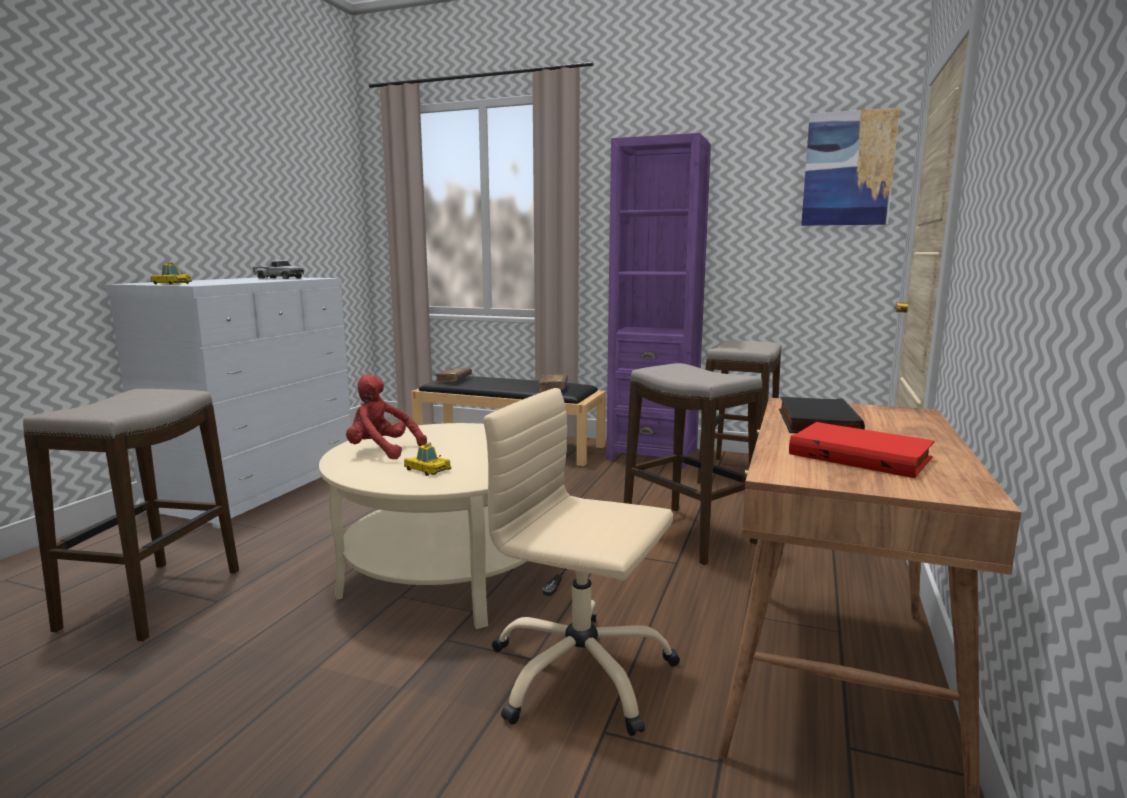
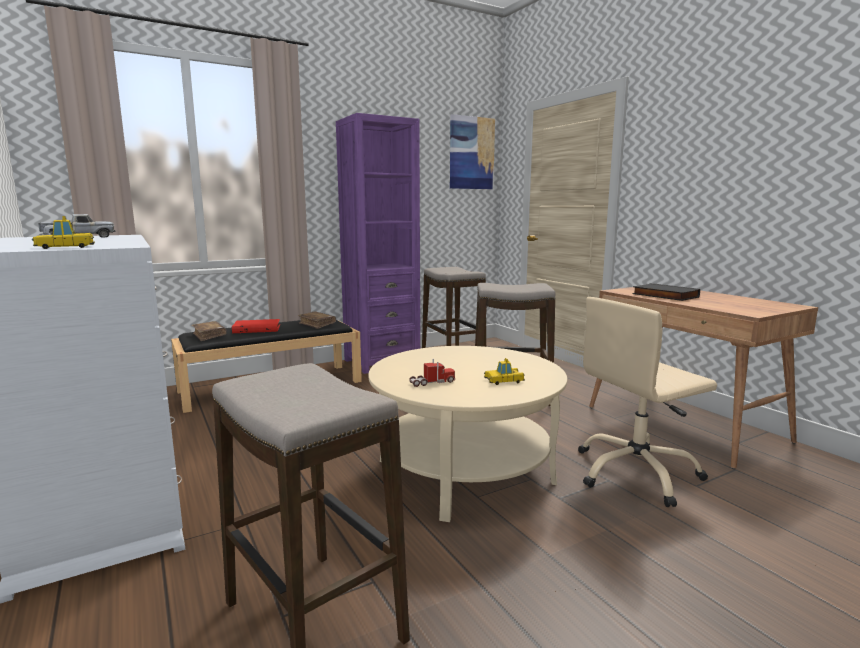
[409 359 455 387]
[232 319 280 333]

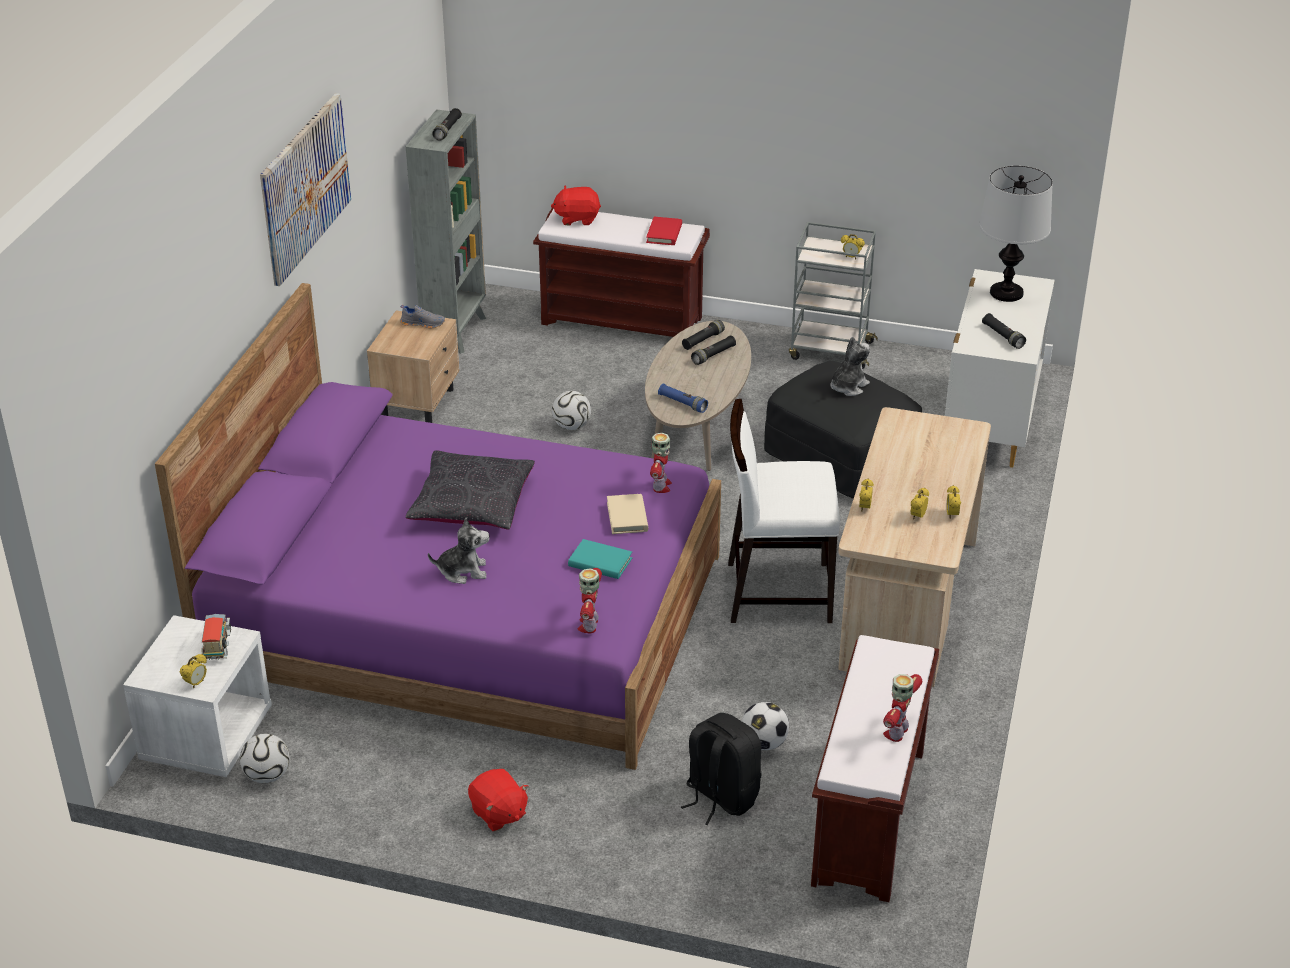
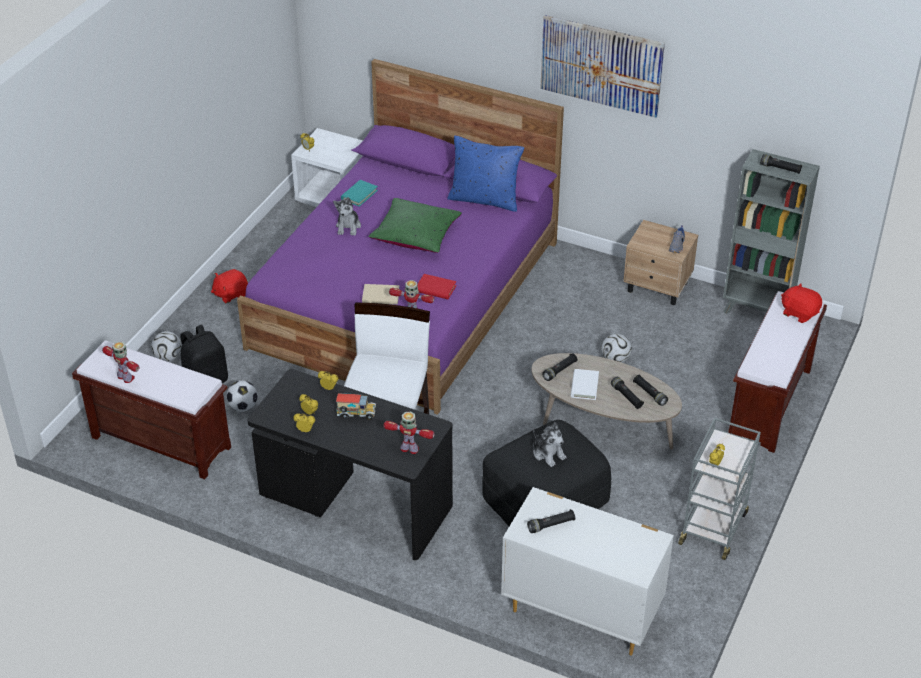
[336 393 376 420]
[151 331 182 361]
[368 198 462 253]
[781 283 822 323]
[341 180 378 207]
[384 412 435 454]
[417 274 457 299]
[542 353 577 381]
[248 369 453 560]
[979 166 1053 302] (first image)
[447 136 524 212]
[571 369 599 400]

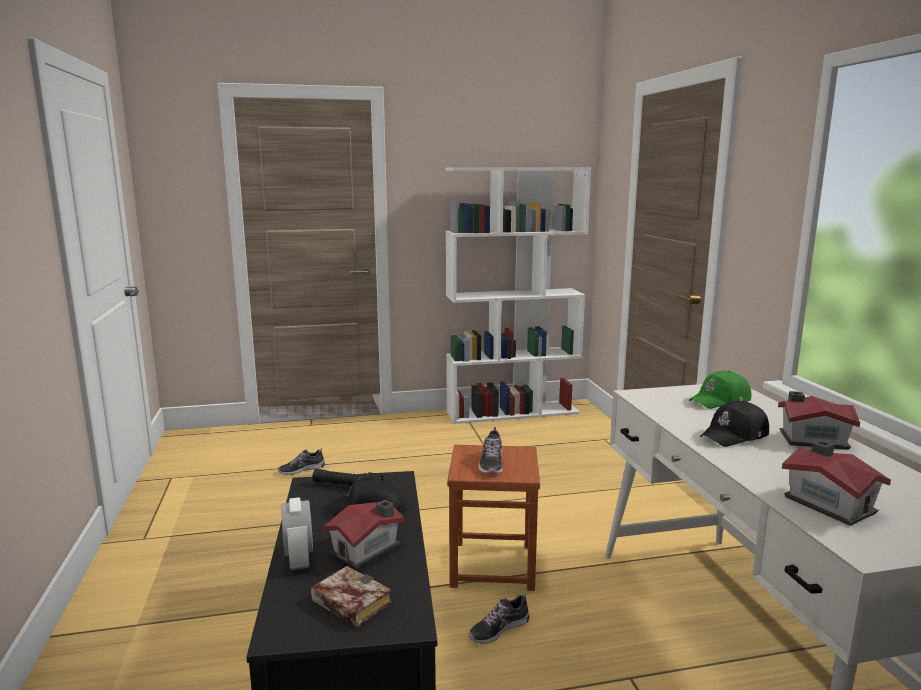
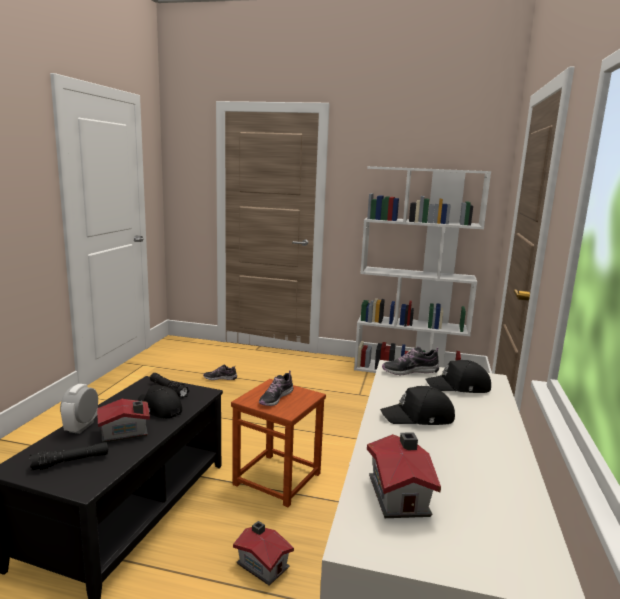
[29 442 108 471]
[382 347 439 375]
[425 360 491 393]
[233 521 294 585]

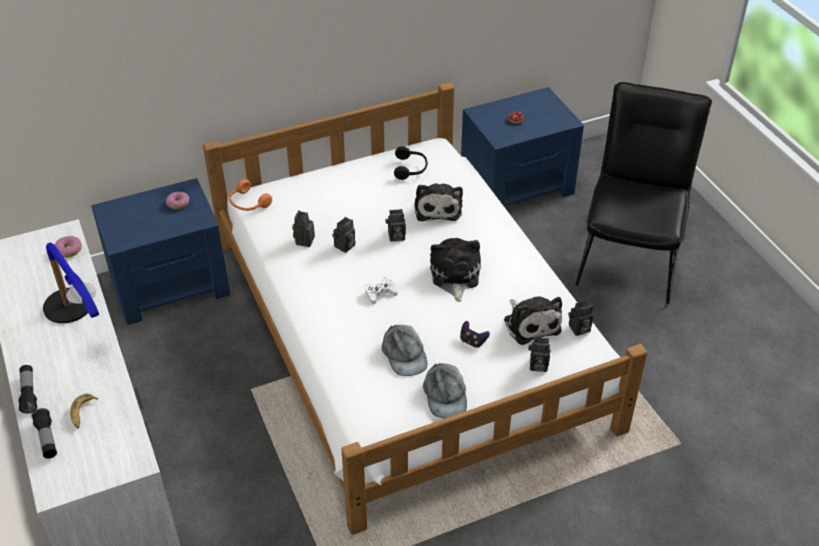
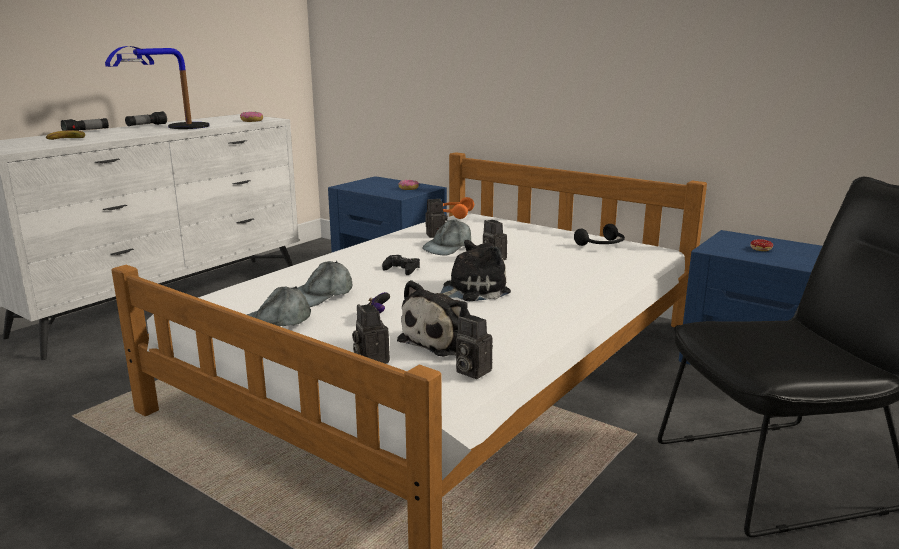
[125 111 167 126]
[422 220 471 256]
[382 255 420 275]
[414 183 463 221] (first image)

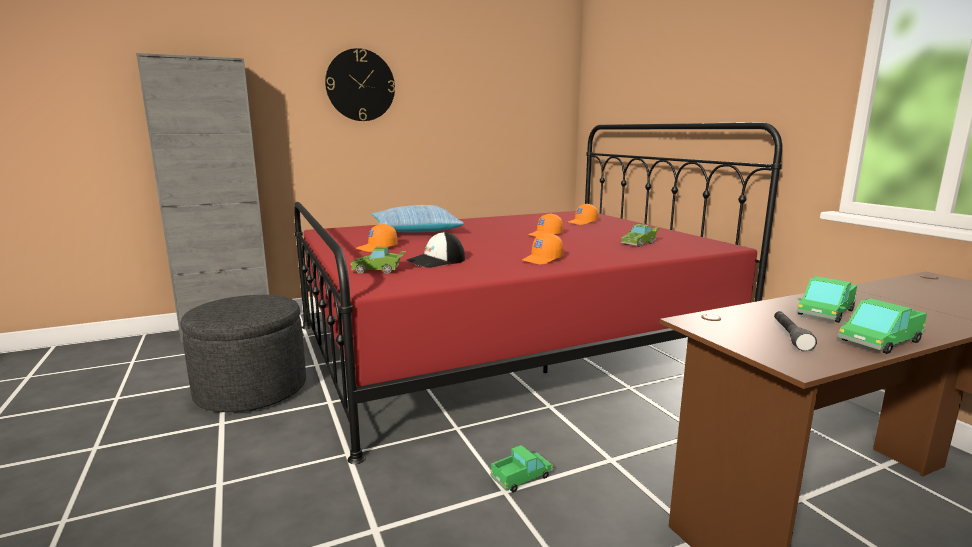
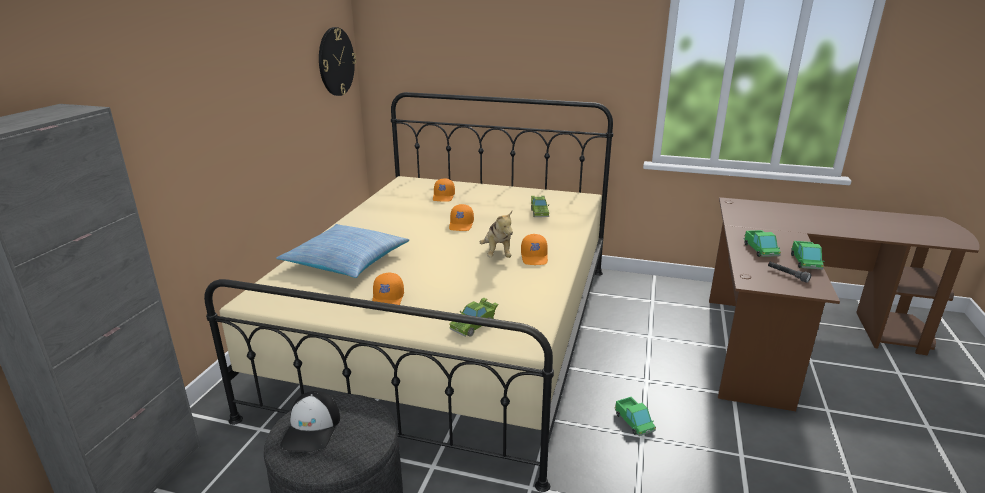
[204 92 613 492]
[319 27 356 96]
[280 391 340 452]
[615 397 656 436]
[480 211 513 258]

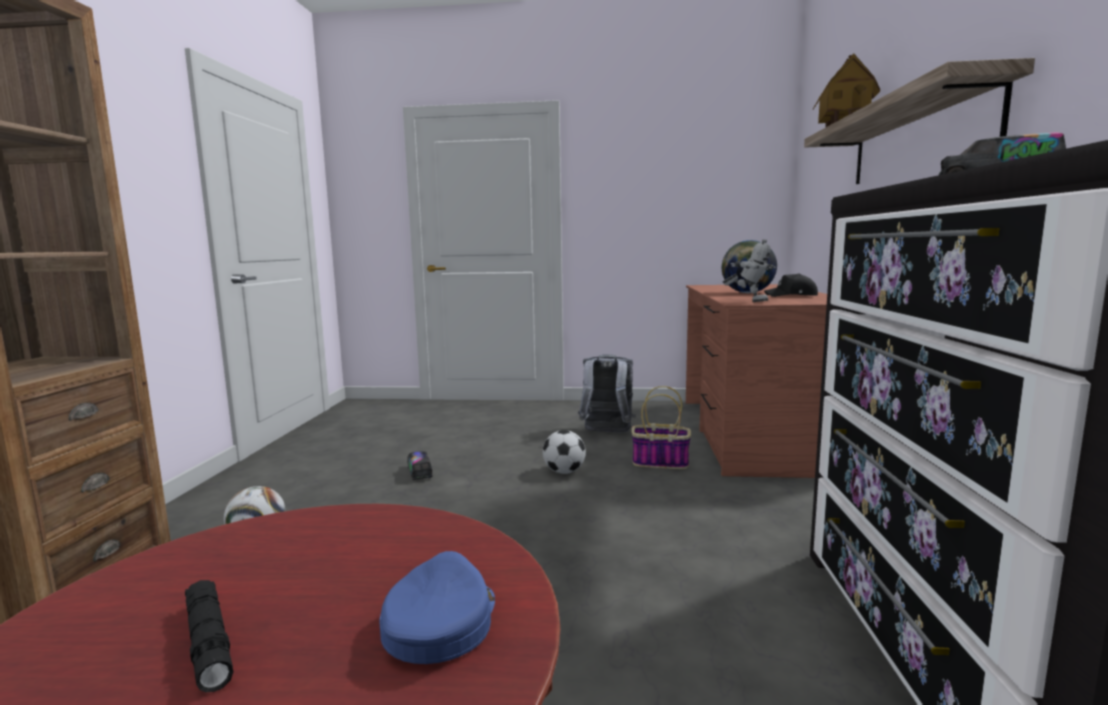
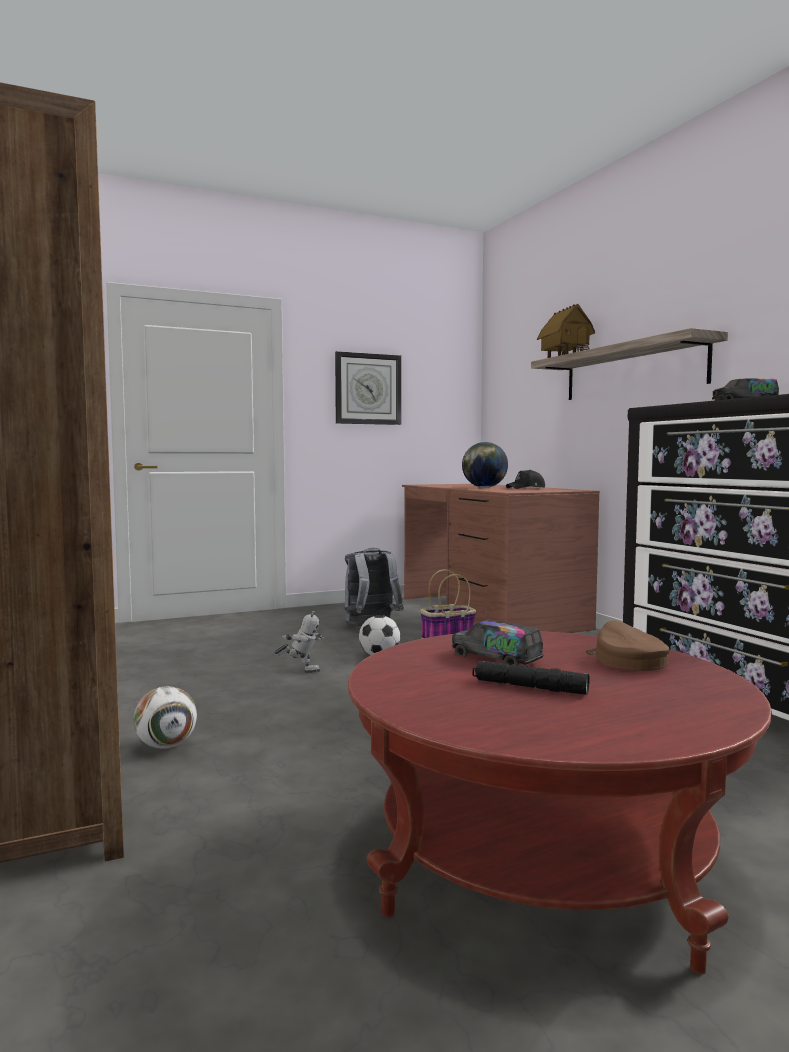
[586 620 670 671]
[452 620 544 665]
[274 611 325 673]
[335 351 401 425]

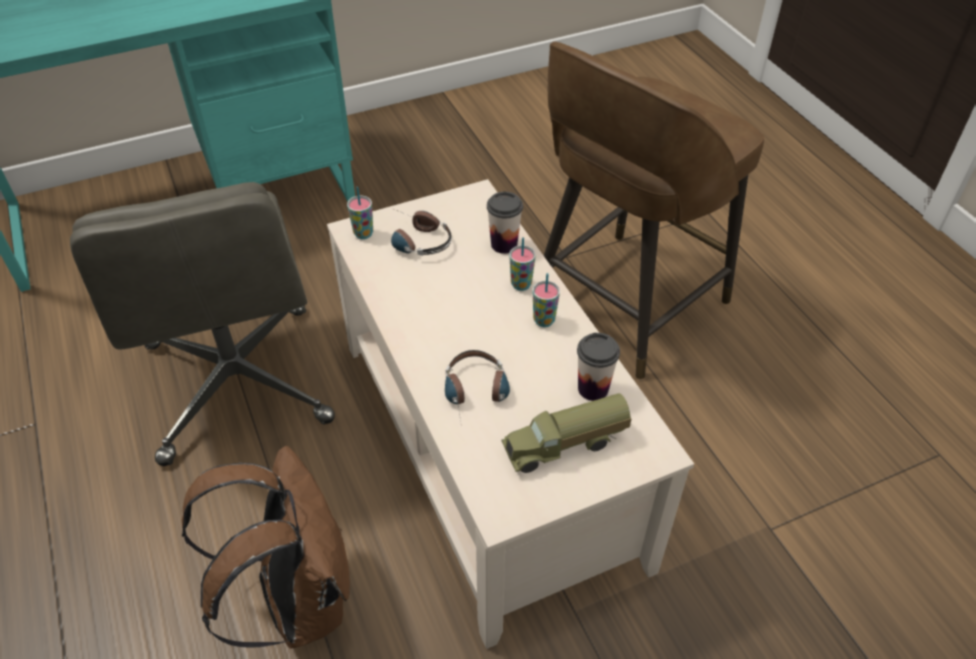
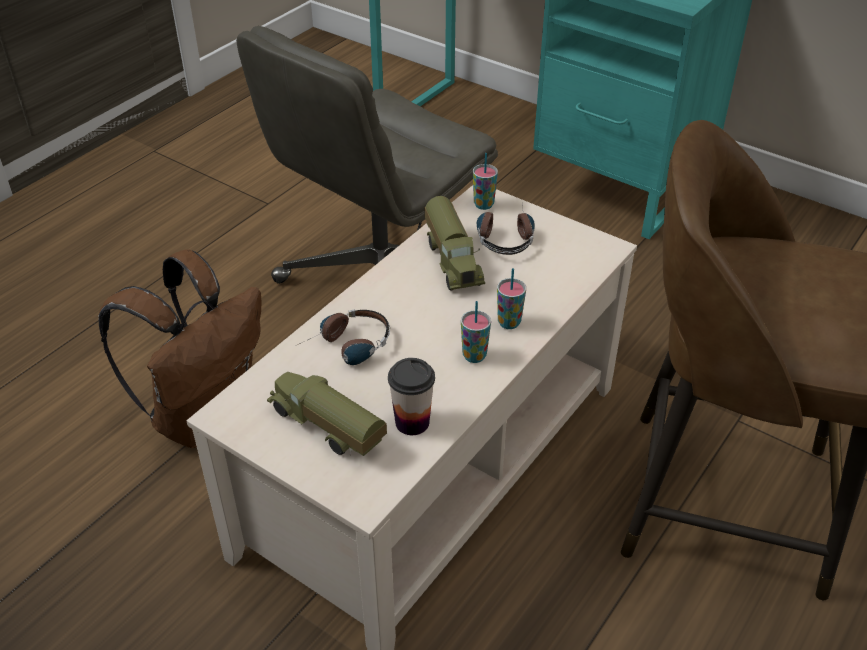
[487 192 523 254] (first image)
[425 196 485 291]

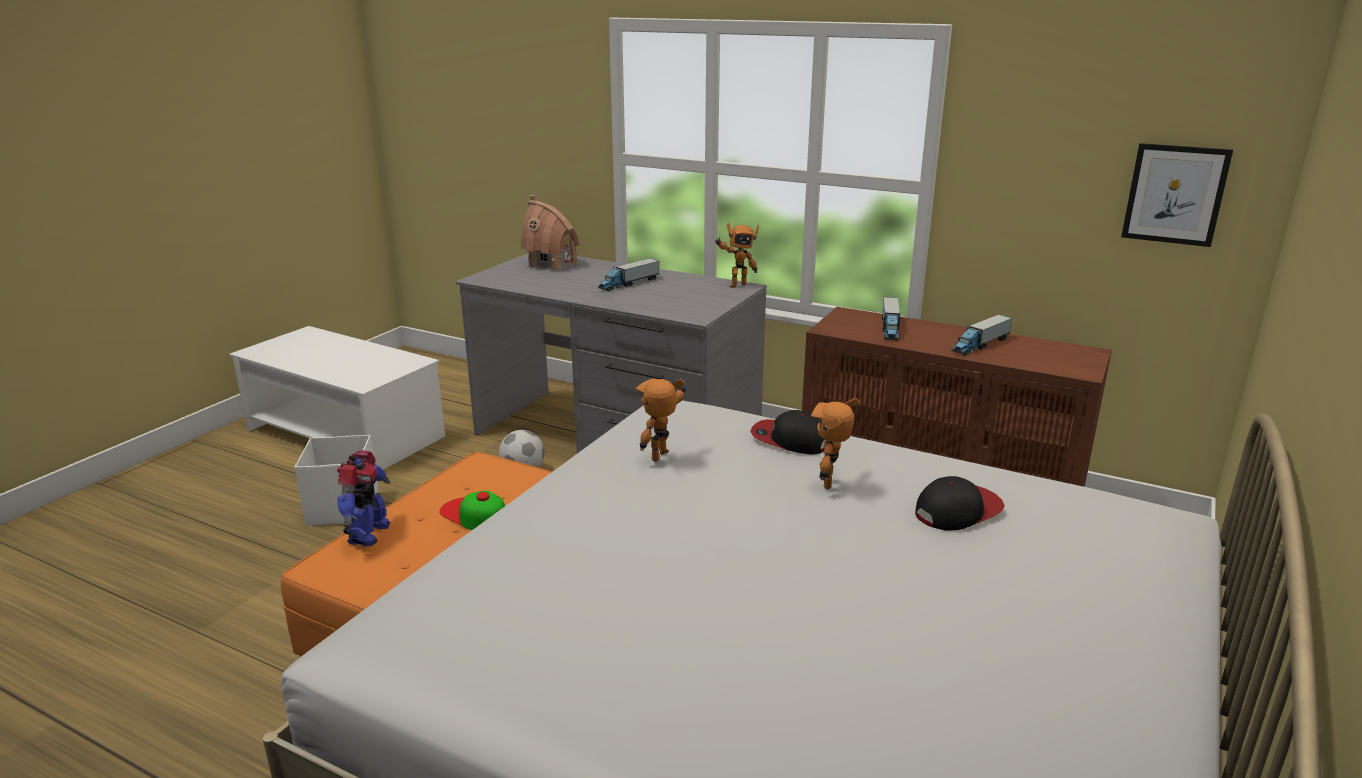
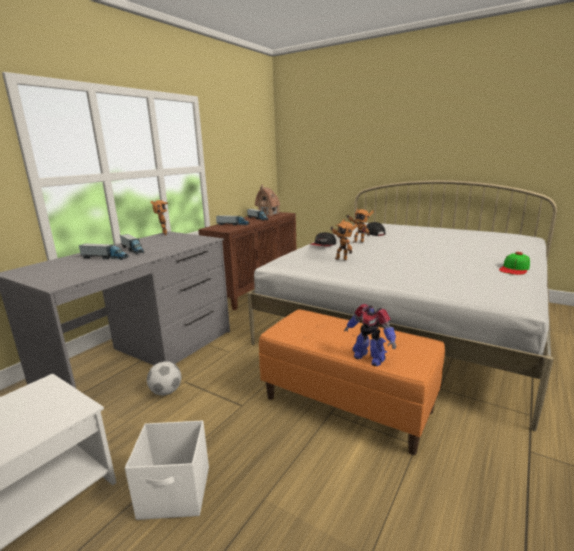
[344 304 396 366]
[499 252 530 275]
[255 185 280 216]
[1121 143 1233 247] (first image)
[79 243 129 260]

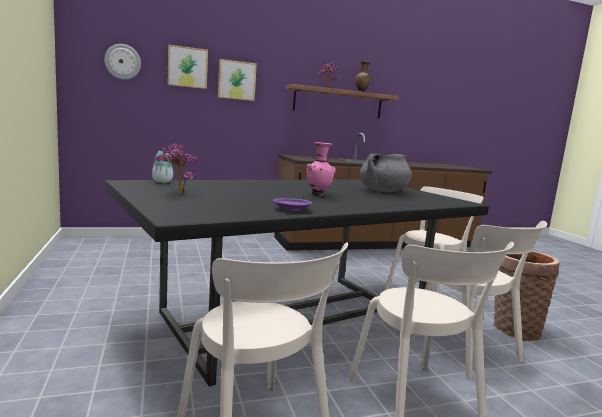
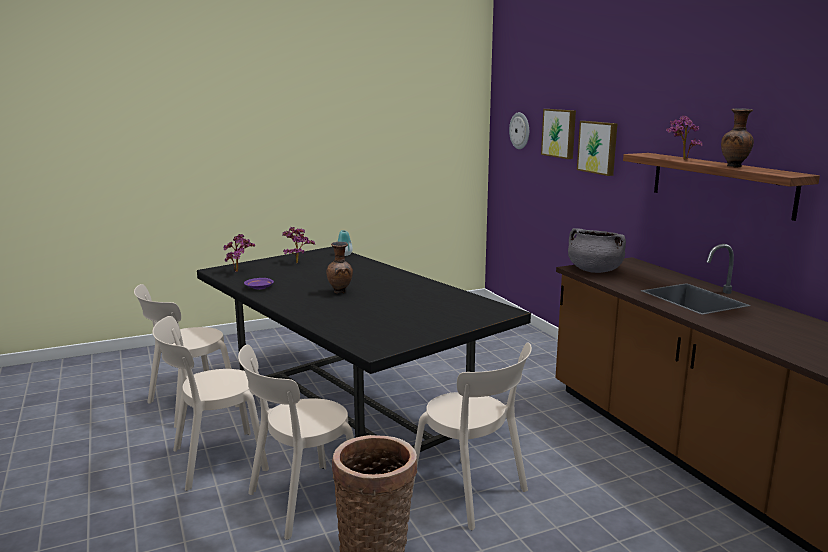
[326 242 353 294]
[568 228 626 273]
[224 234 255 272]

